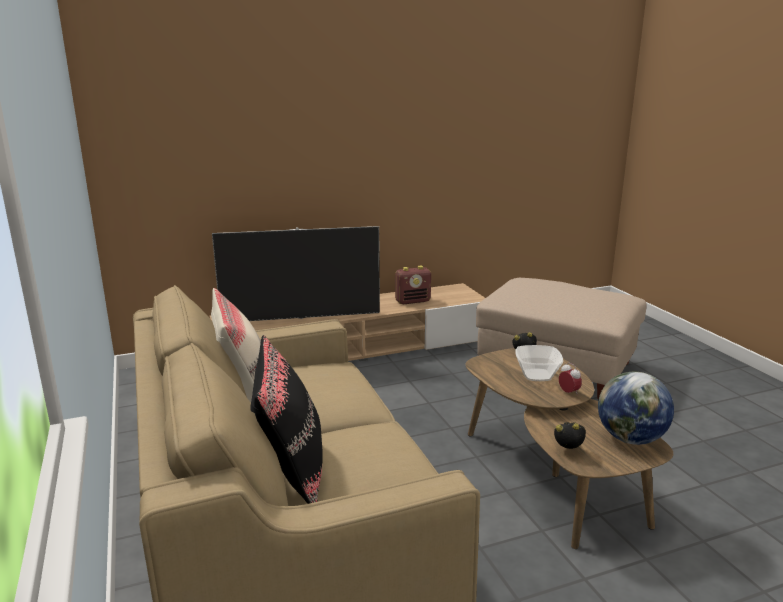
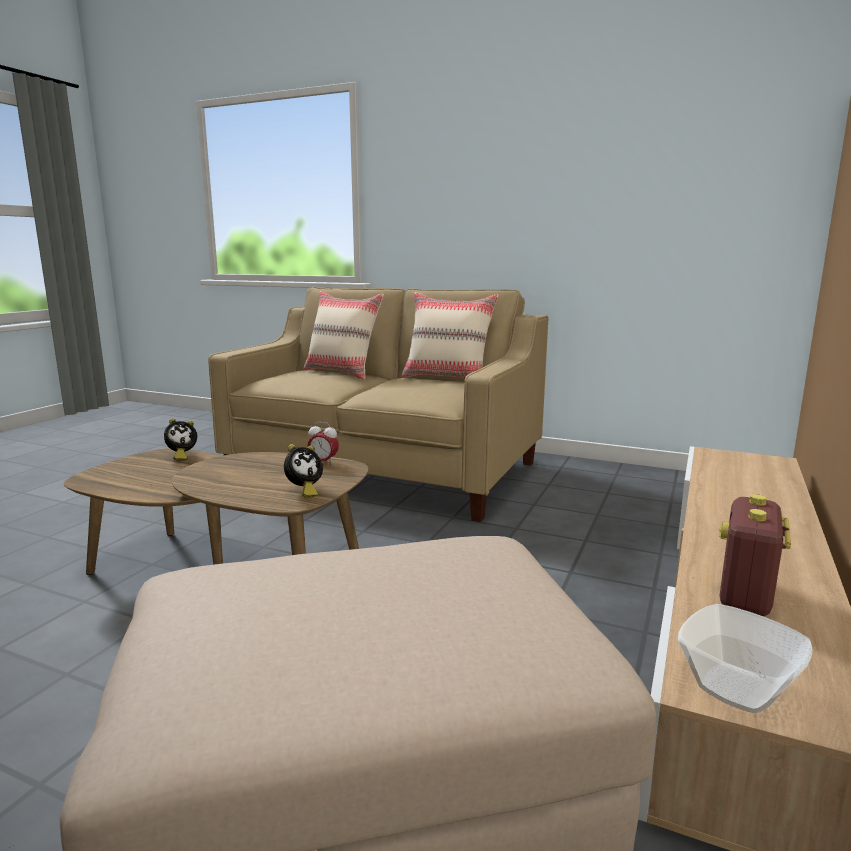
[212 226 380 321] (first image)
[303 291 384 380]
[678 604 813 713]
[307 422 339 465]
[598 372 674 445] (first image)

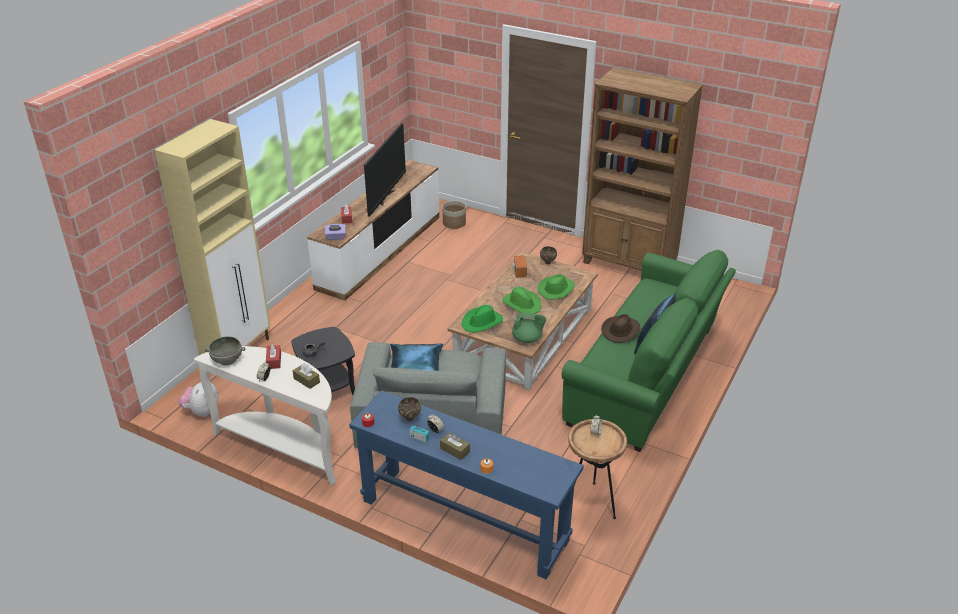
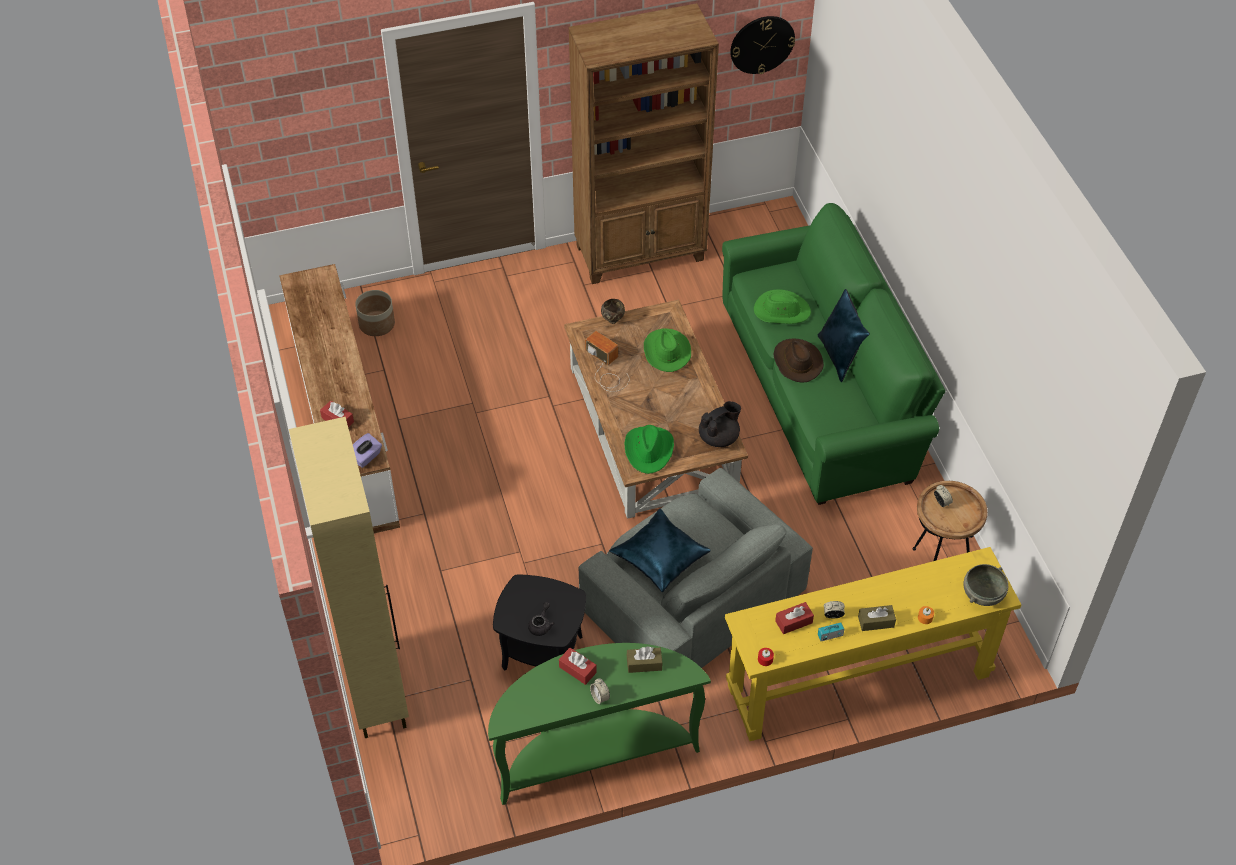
[178 382 218 417] (first image)
[488 643 711 805]
[964 564 1008 606]
[725 547 1021 741]
[364 123 406 216] (first image)
[775 602 814 634]
[754 289 811 324]
[699 401 741 447]
[730 16 795 74]

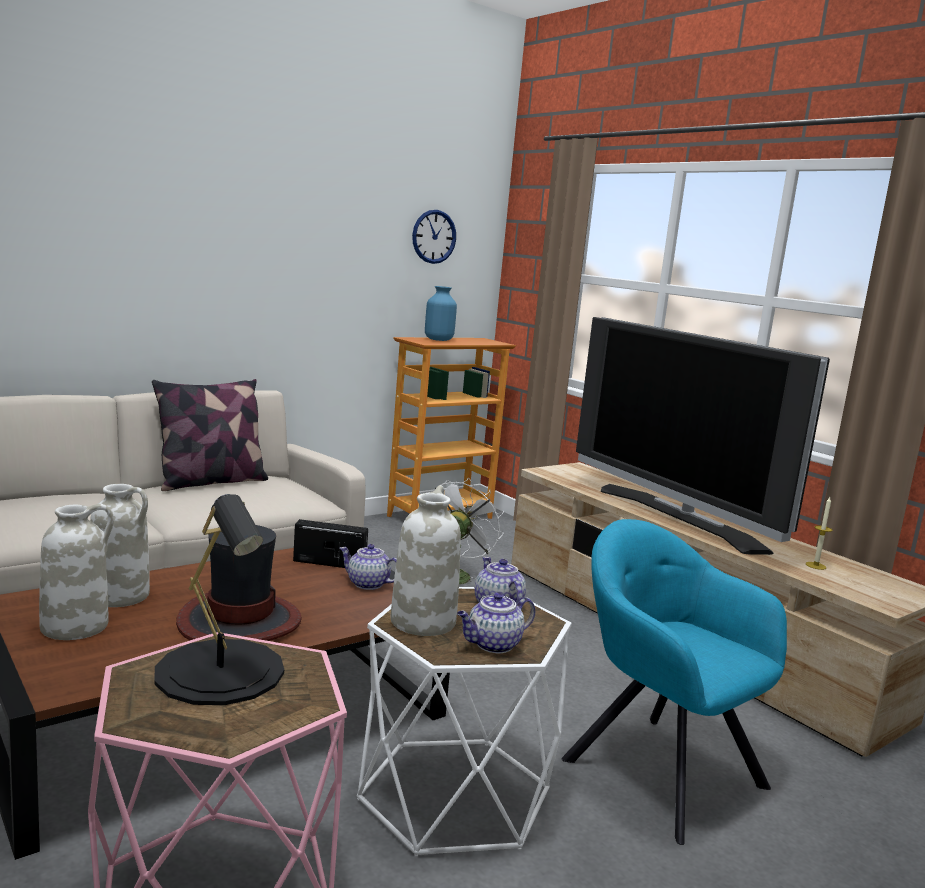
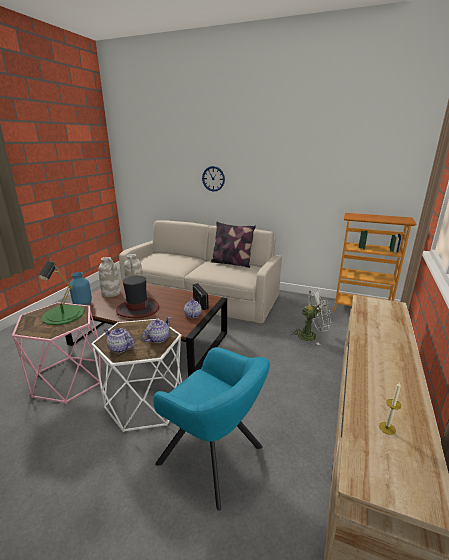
[38 261 84 325]
[391 485 461 636] (first image)
[202 166 225 191]
[69 272 92 305]
[153 347 270 511]
[576 317 830 555] (first image)

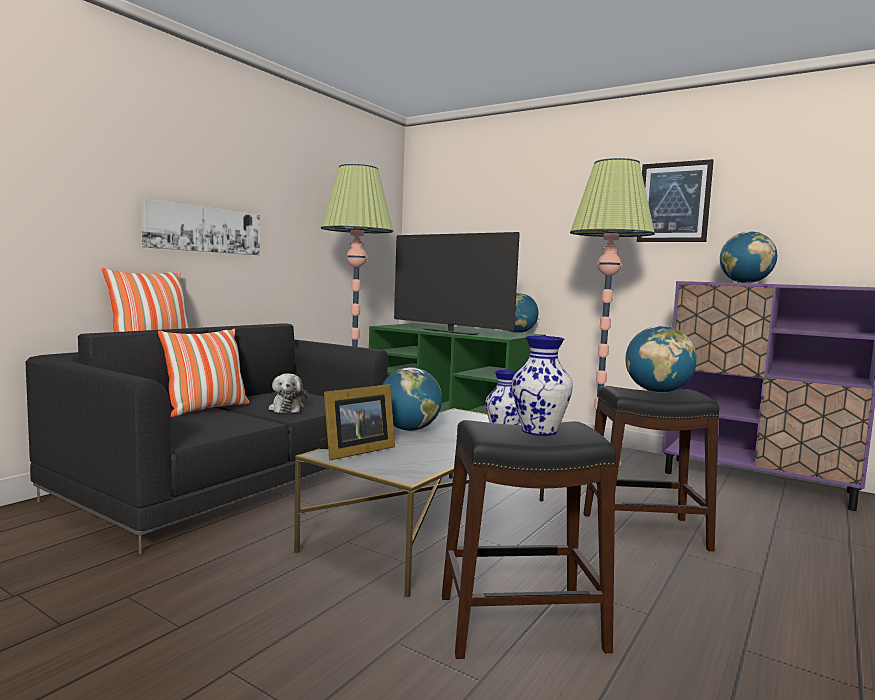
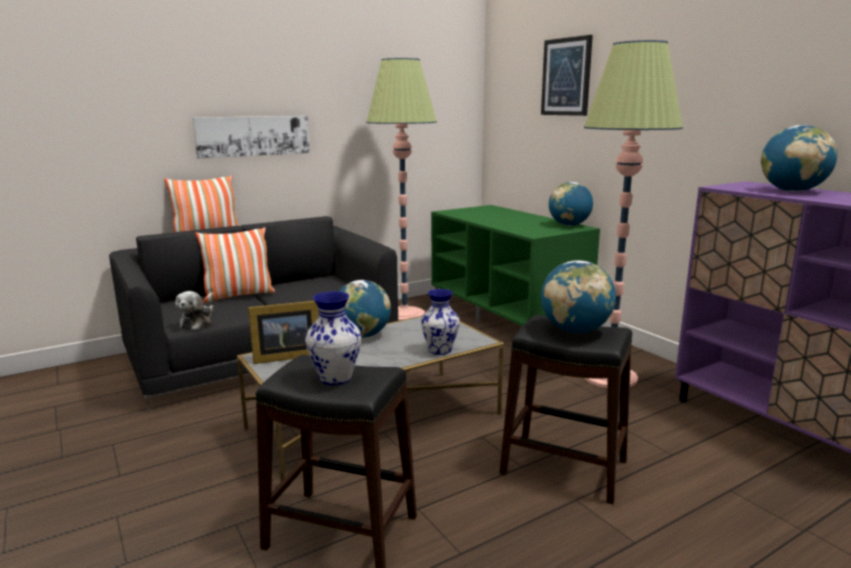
[175 291 214 330]
[394 232 520 335] (first image)
[541 35 593 116]

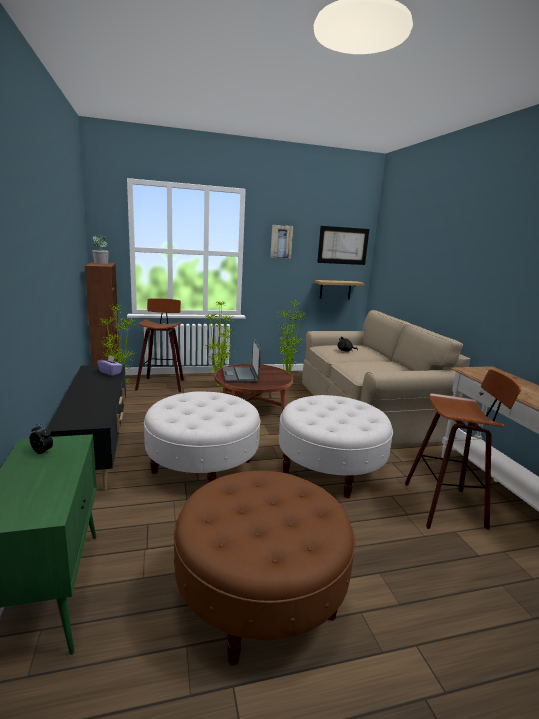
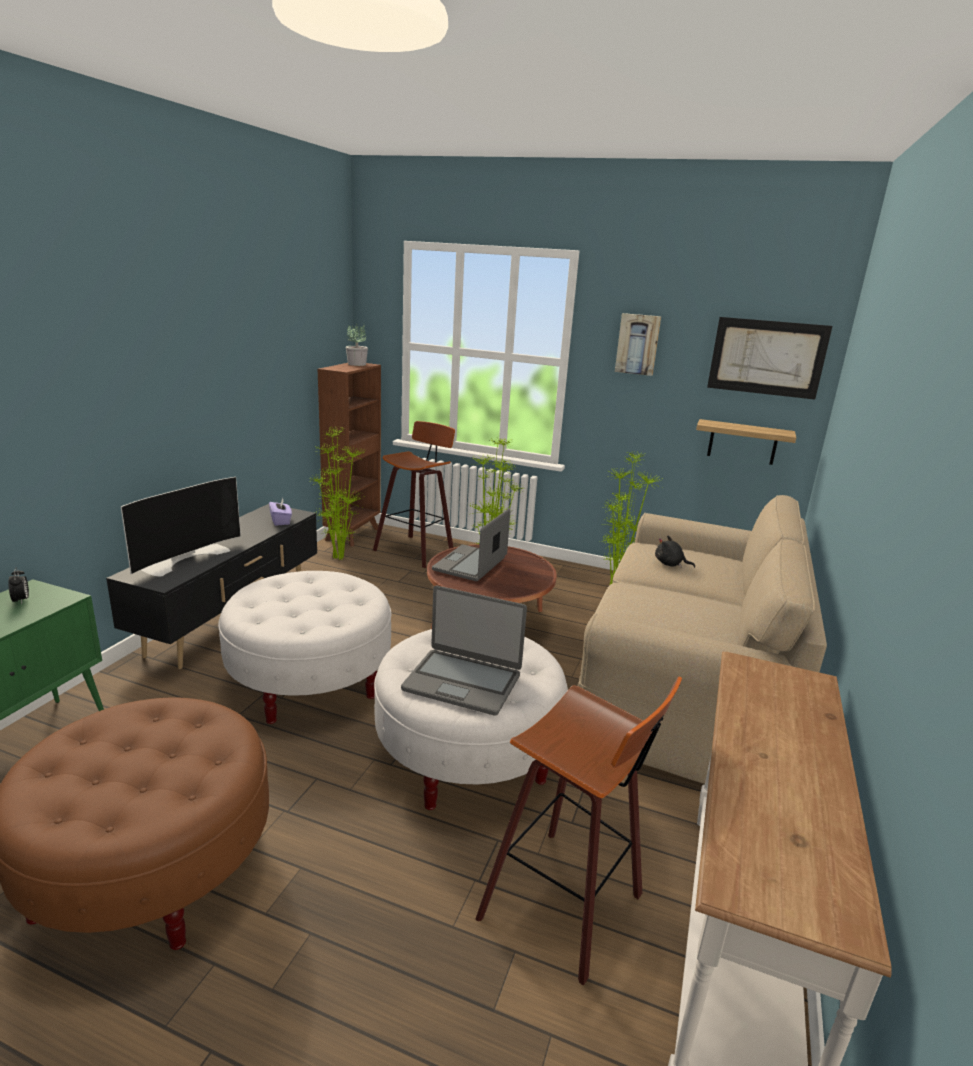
[121 477 241 576]
[401 586 527 716]

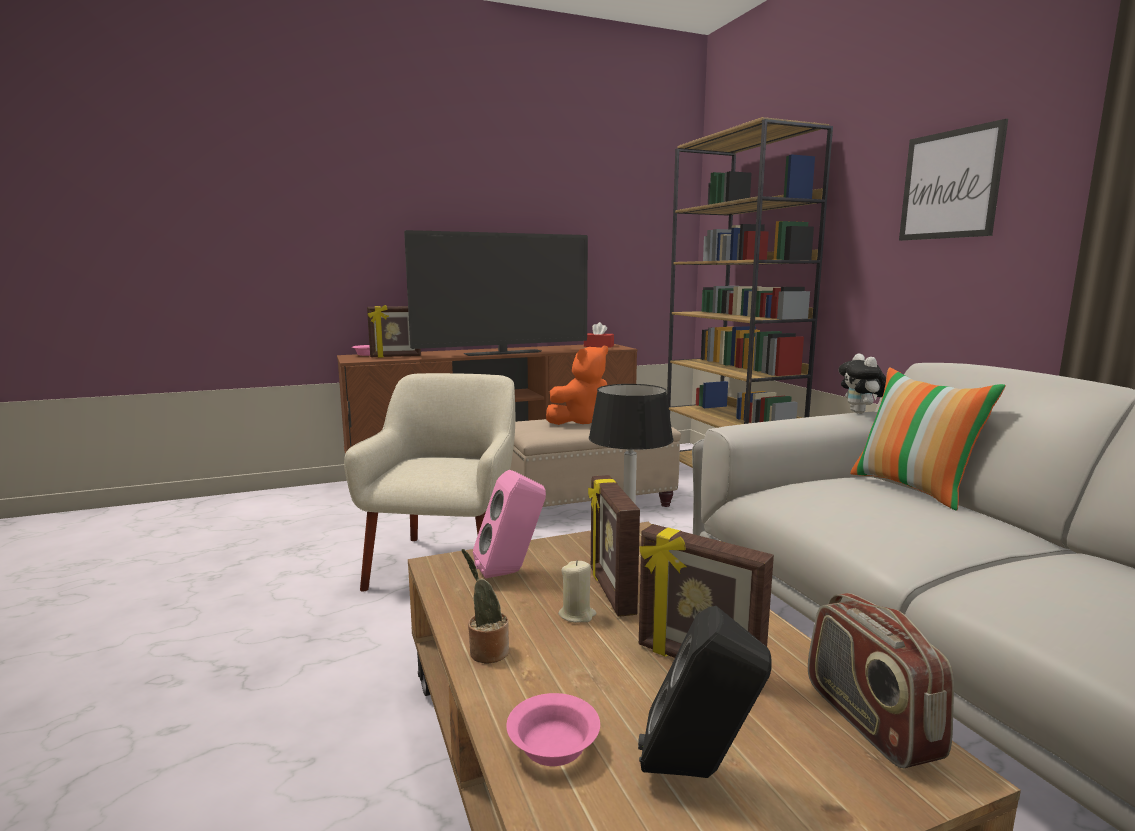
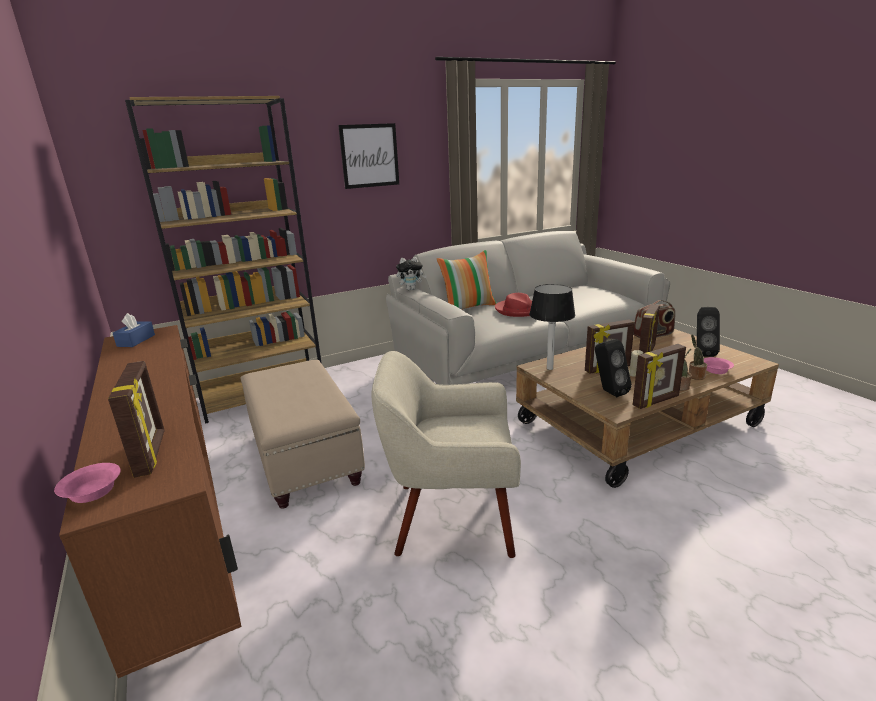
[404 230 588 356] (first image)
[595 339 632 397]
[546 346 608 425] (first image)
[113 313 155 347]
[495 293 532 317]
[633 344 686 409]
[689 335 707 380]

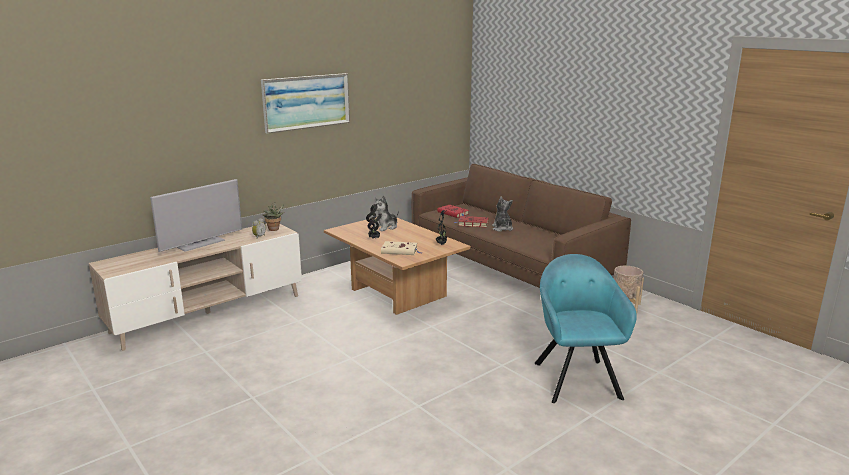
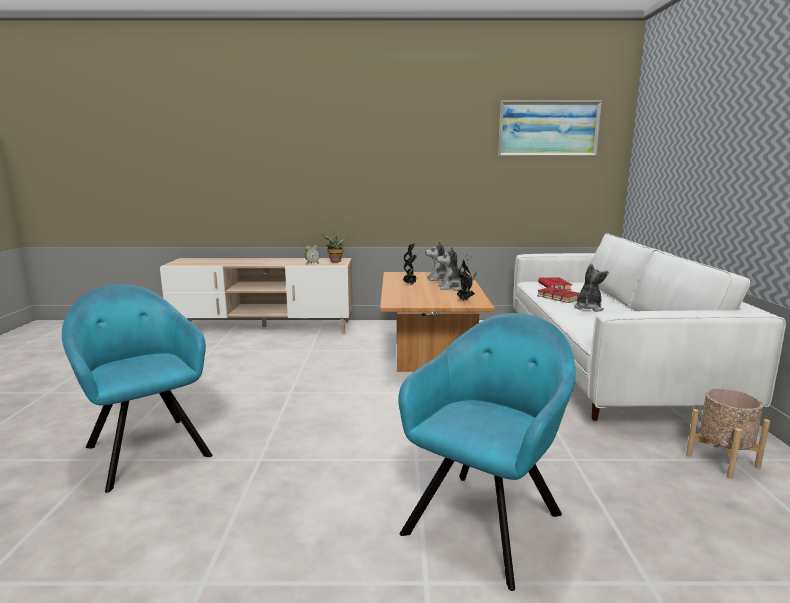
[150 179 242 252] (first image)
[498 101 602 156]
[381 241 423 255] (first image)
[513 233 786 421]
[62 284 213 493]
[437 247 477 291]

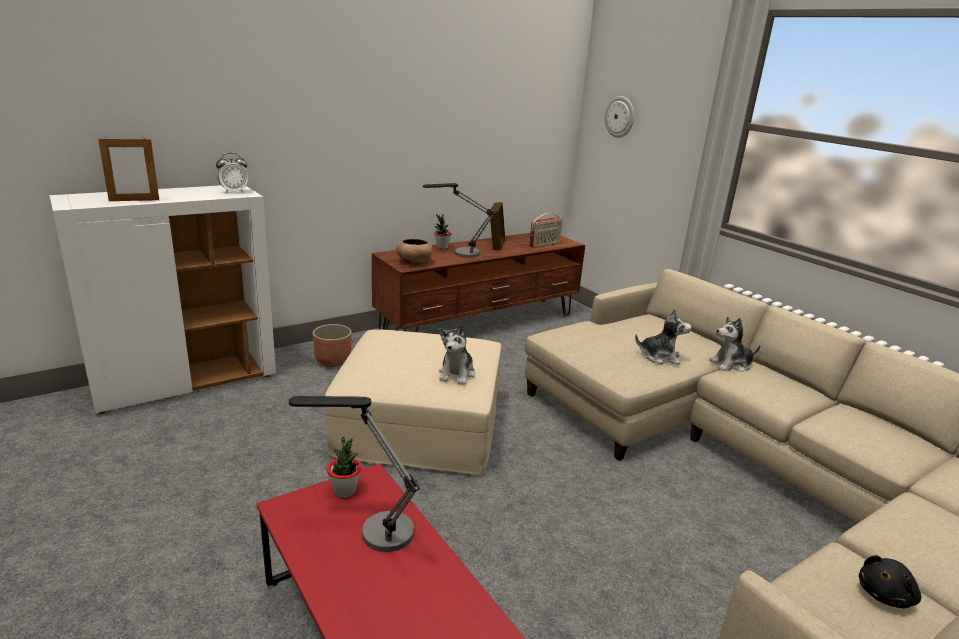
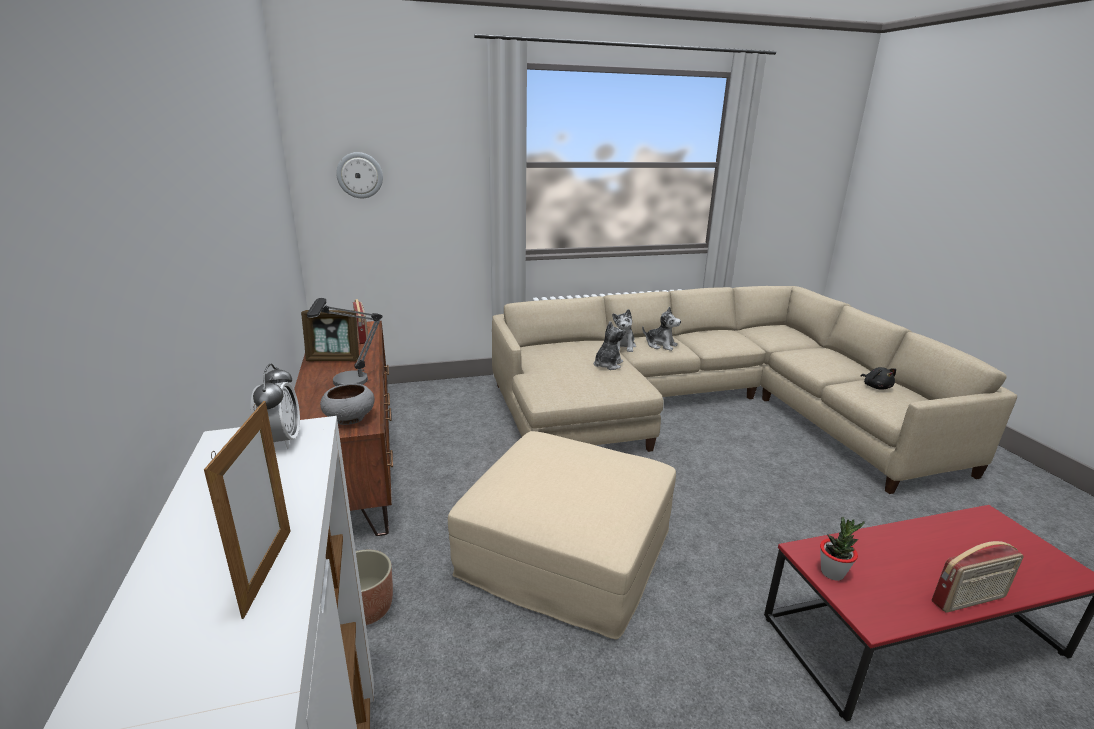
[289 396 420 552] (first image)
[320 383 375 425]
[434 213 452 249] (first image)
[642 307 681 351]
[301 310 359 361]
[932 541 1024 613]

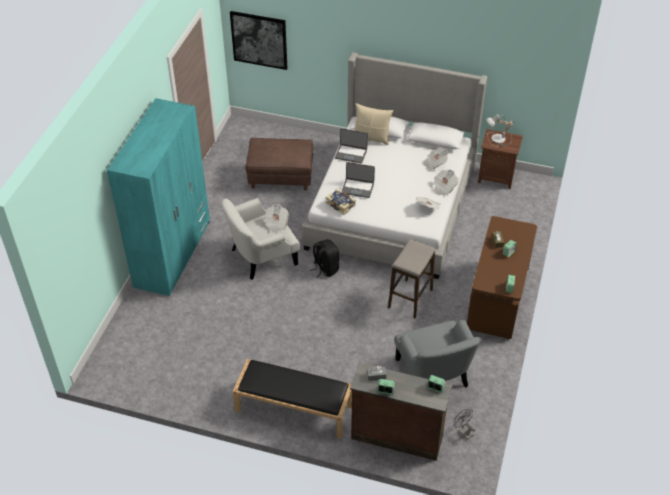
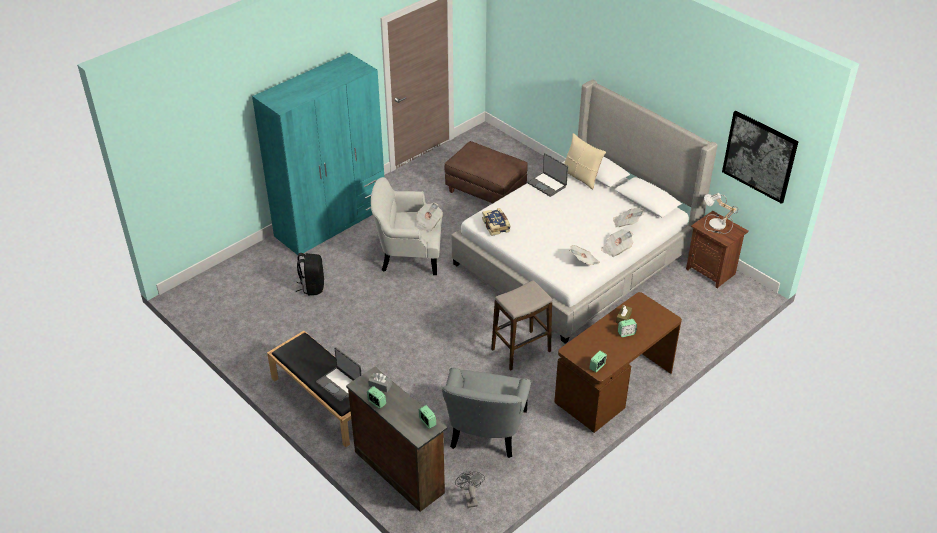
[722 111 799 204]
[296 253 324 295]
[316 347 362 402]

